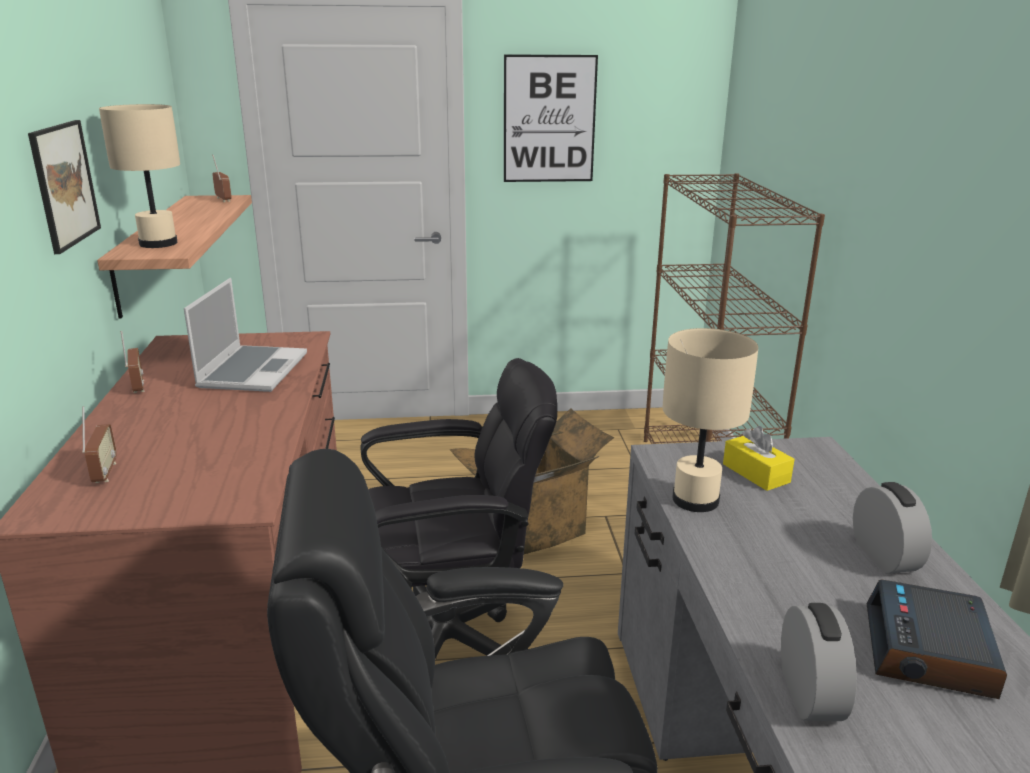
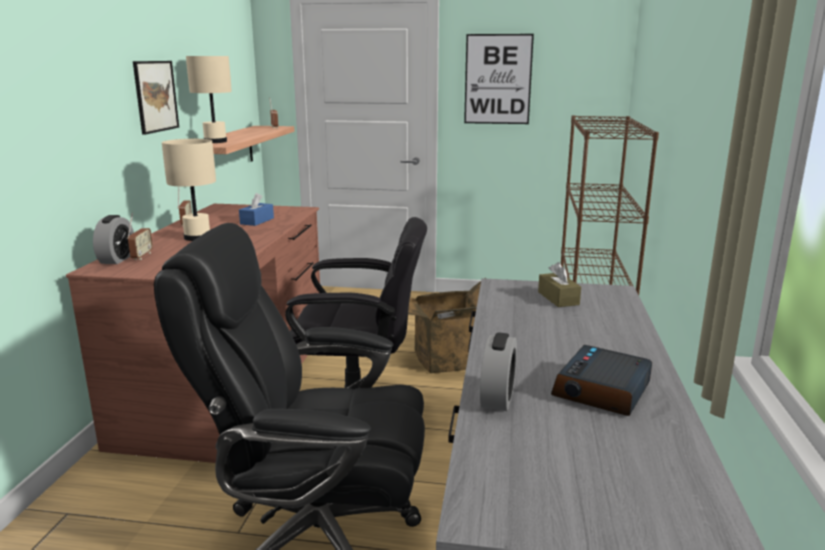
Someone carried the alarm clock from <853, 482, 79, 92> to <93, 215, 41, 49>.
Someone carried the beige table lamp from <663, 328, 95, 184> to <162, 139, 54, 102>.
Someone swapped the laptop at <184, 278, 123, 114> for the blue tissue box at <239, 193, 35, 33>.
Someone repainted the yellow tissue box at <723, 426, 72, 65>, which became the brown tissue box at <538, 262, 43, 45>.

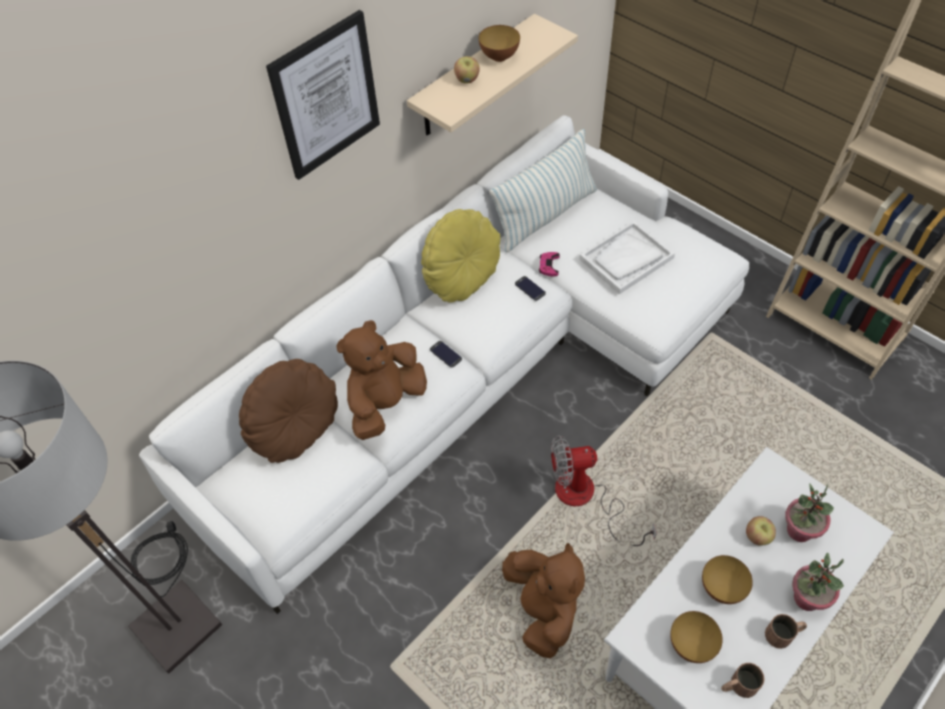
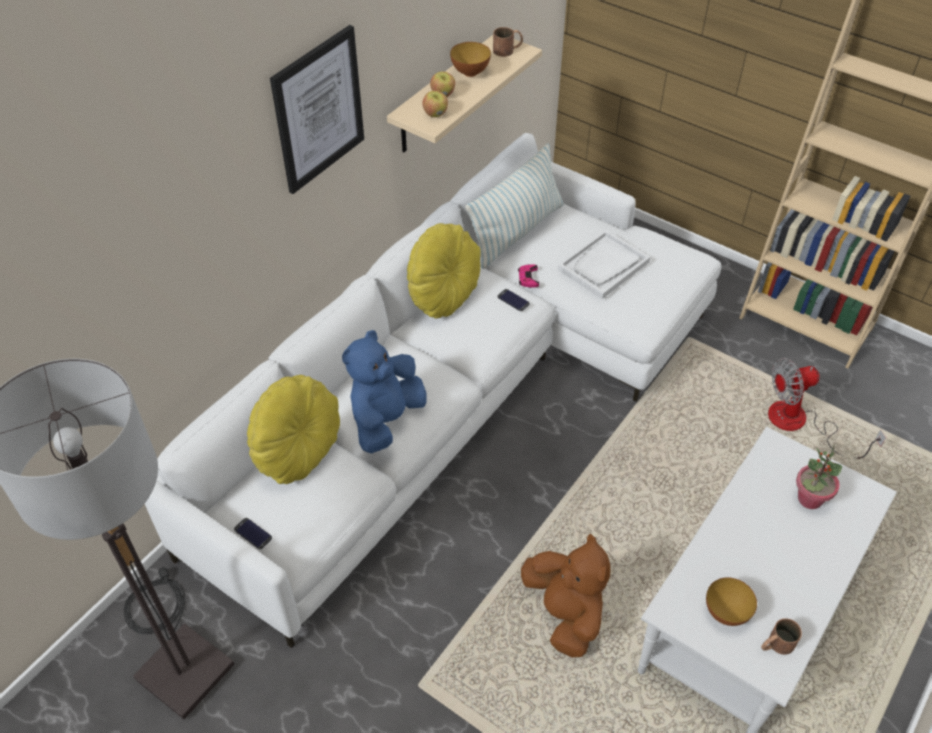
Someone carried the phone from <430, 341, 32, 27> to <234, 518, 38, 31>.
Someone repainted the brown pillow at <239, 359, 99, 104>, which became the yellow pillow at <247, 375, 93, 109>.
Someone repainted the brown plush toy at <336, 320, 91, 120>, which became the blue plush toy at <342, 330, 85, 124>.
Someone carried the apple from <746, 516, 30, 30> to <422, 91, 26, 26>.
Someone carried the brown mug from <765, 614, 42, 35> to <493, 27, 30, 30>.
Someone carried the fan from <551, 435, 106, 111> to <768, 358, 118, 101>.
Someone took away the bowl at <702, 555, 51, 49>.
Someone took away the potted plant at <792, 553, 52, 58>.

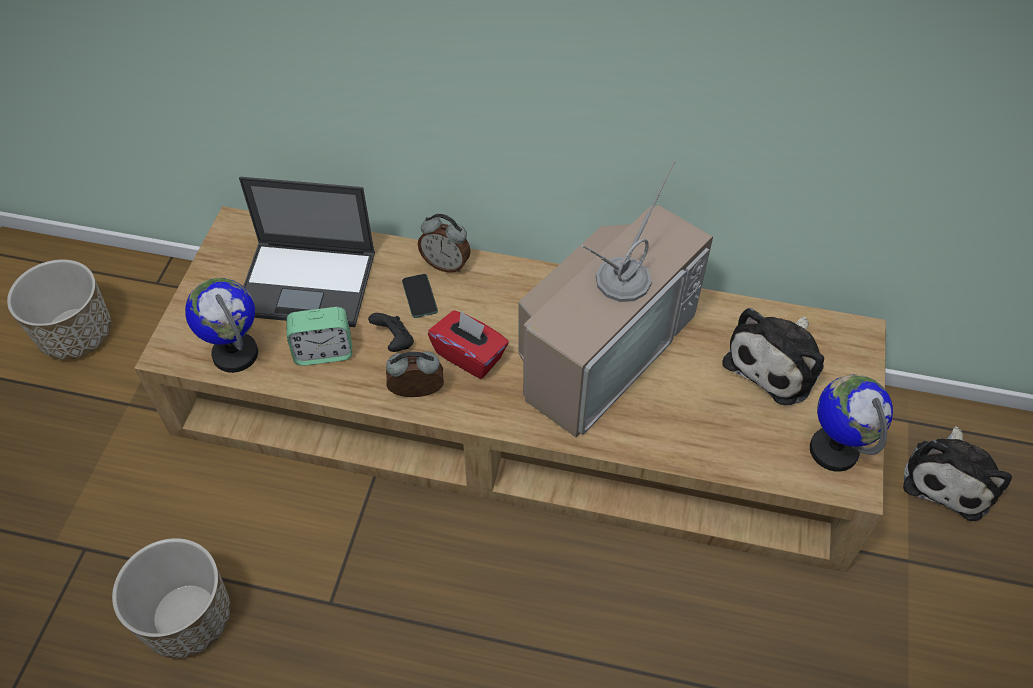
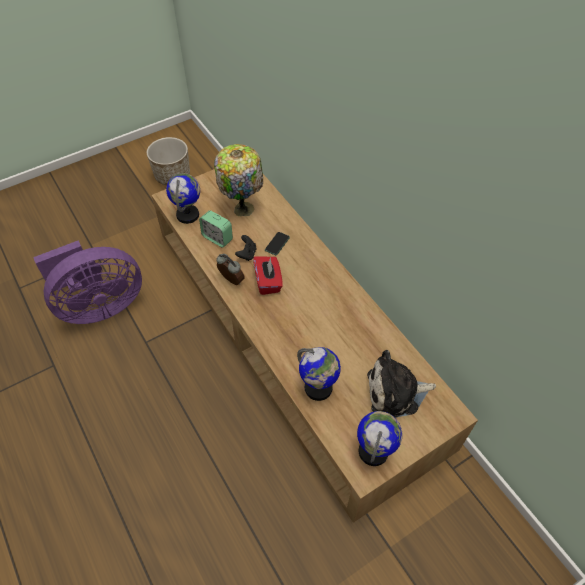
Someone swapped the planter at <112, 538, 118, 120> for the purple fan at <33, 240, 109, 84>.
Someone swapped the laptop at <239, 177, 136, 150> for the table lamp at <214, 144, 49, 72>.
Someone put down the globe at <297, 347, 44, 54>.
Someone took away the alarm clock at <418, 214, 53, 59>.
Someone took away the television at <518, 161, 195, 276>.
Someone took away the plush toy at <903, 426, 109, 95>.

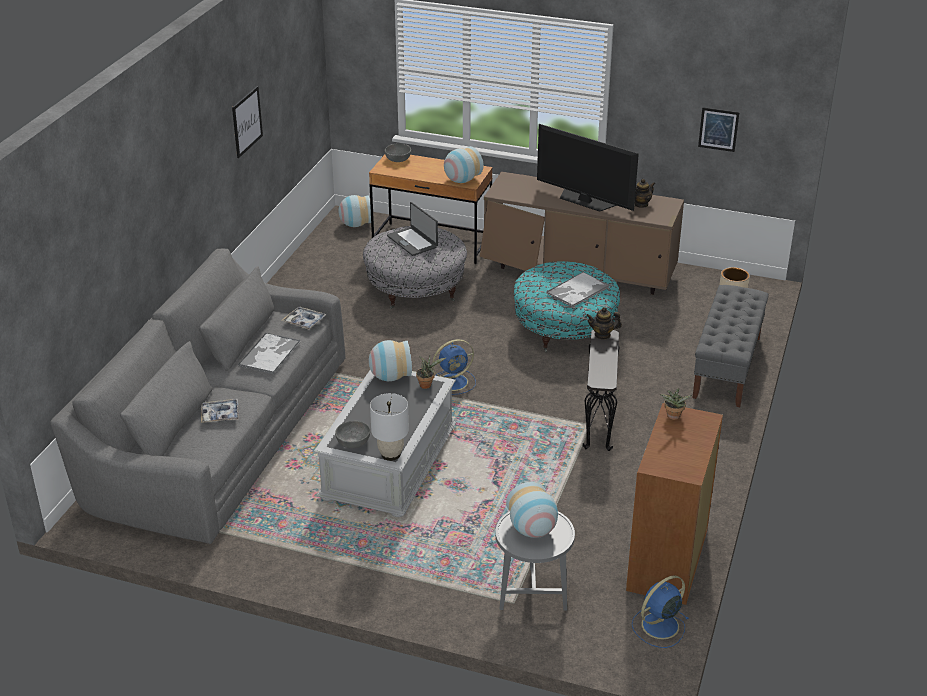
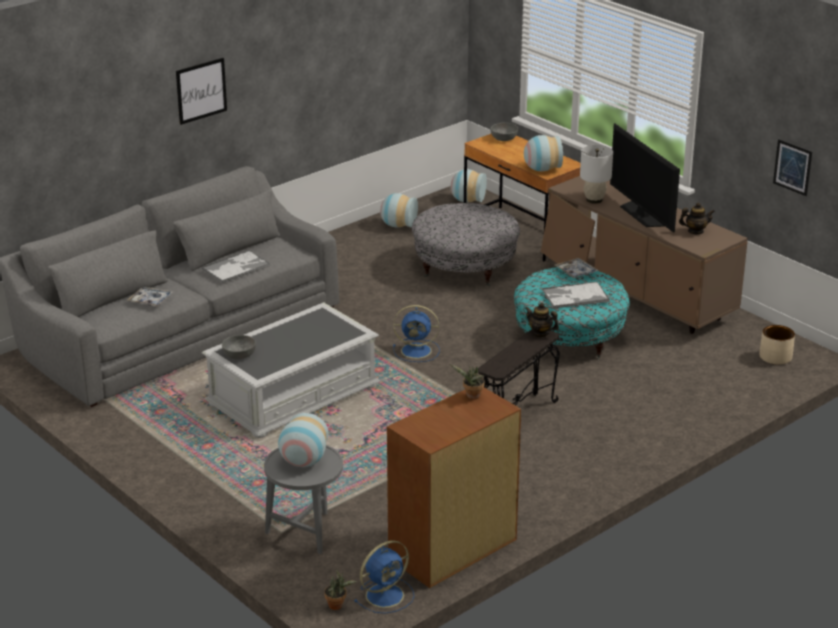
Someone carried the picture from <232, 86, 31, 72> to <176, 58, 51, 67>.
Someone carried the potted plant from <416, 356, 30, 33> to <324, 569, 33, 41>.
Someone rotated the blue fan at <632, 576, 57, 72> by 150 degrees clockwise.
Someone carried the vase from <369, 340, 43, 41> to <380, 193, 38, 35>.
Someone carried the tray from <281, 307, 46, 23> to <555, 258, 44, 20>.
Someone carried the white table lamp from <370, 393, 39, 68> to <580, 145, 33, 59>.
Someone took away the laptop at <387, 202, 51, 54>.
Someone took away the grey bench at <692, 285, 77, 122>.

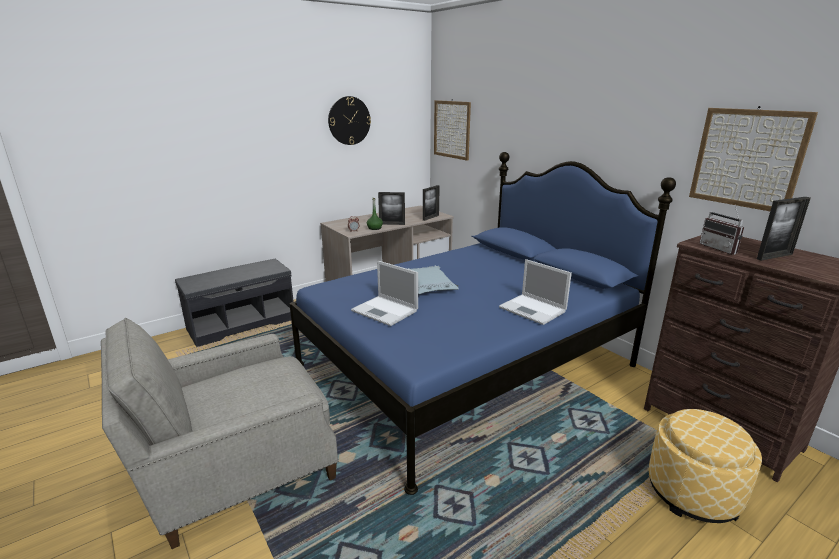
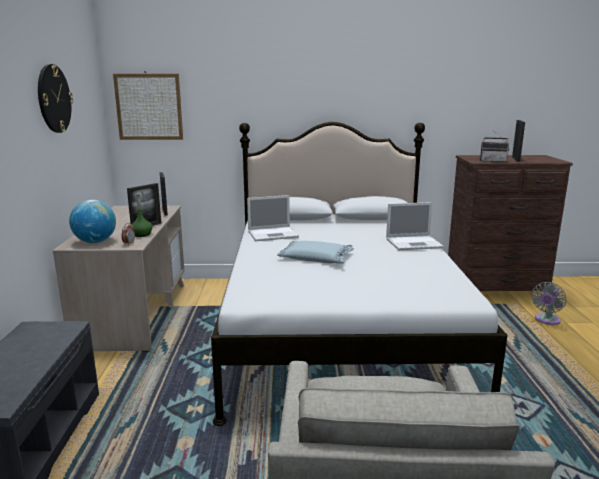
Someone put down the globe at <69, 200, 47, 43>.
Someone repainted the blue bed at <290, 152, 386, 343>, which became the white bed at <211, 122, 297, 304>.
Someone carried the laptop from <351, 260, 67, 66> to <247, 195, 52, 46>.
Someone swapped the ottoman at <648, 409, 114, 114> for the grey fan at <532, 282, 34, 43>.
Someone took away the picture at <689, 106, 129, 105>.

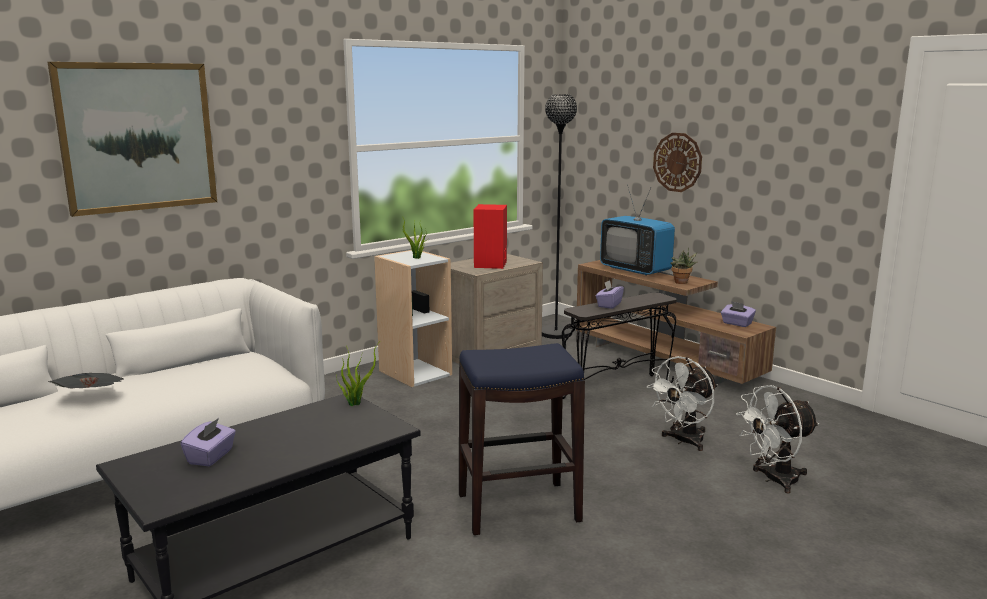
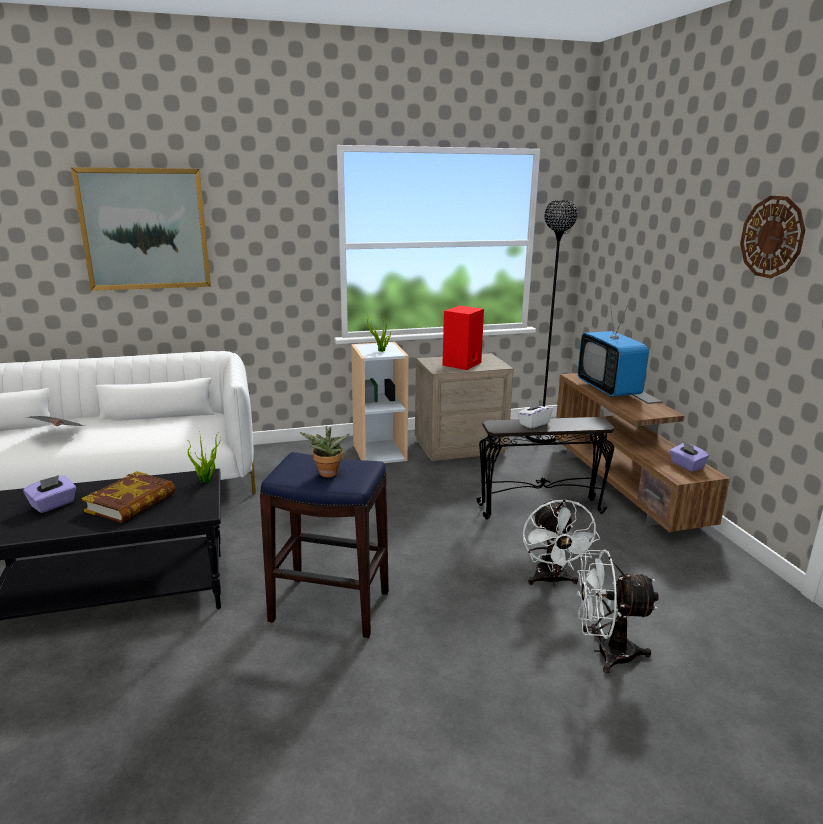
Someone put down the book at <82, 471, 93, 52>.
Someone carried the potted plant from <670, 248, 27, 36> to <299, 426, 51, 51>.
Someone repainted the purple tissue box at <596, 280, 28, 29>, which became the white tissue box at <517, 399, 36, 29>.
Someone rotated the white fan at <647, 356, 71, 95> by 75 degrees counterclockwise.
Someone carried the wall clock from <653, 133, 49, 59> to <740, 196, 65, 82>.

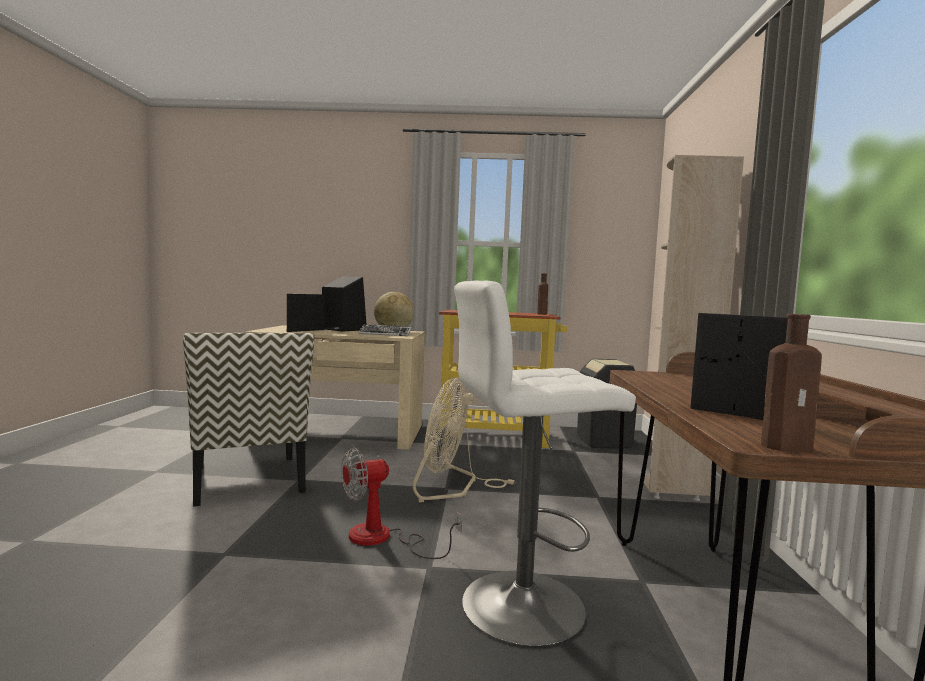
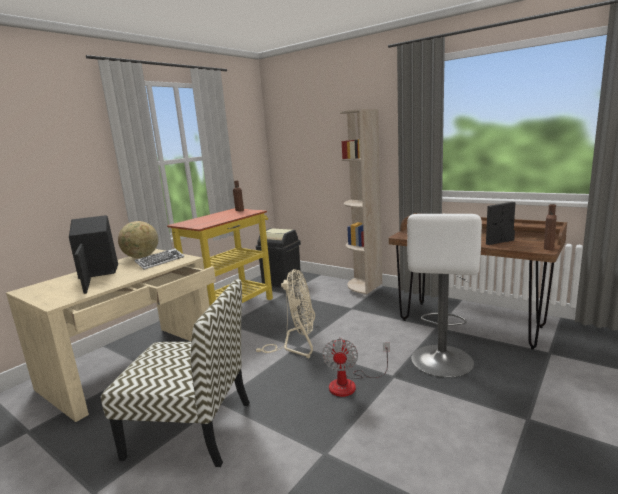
Someone rotated the beige fan at <413, 378, 102, 125> by 135 degrees counterclockwise.

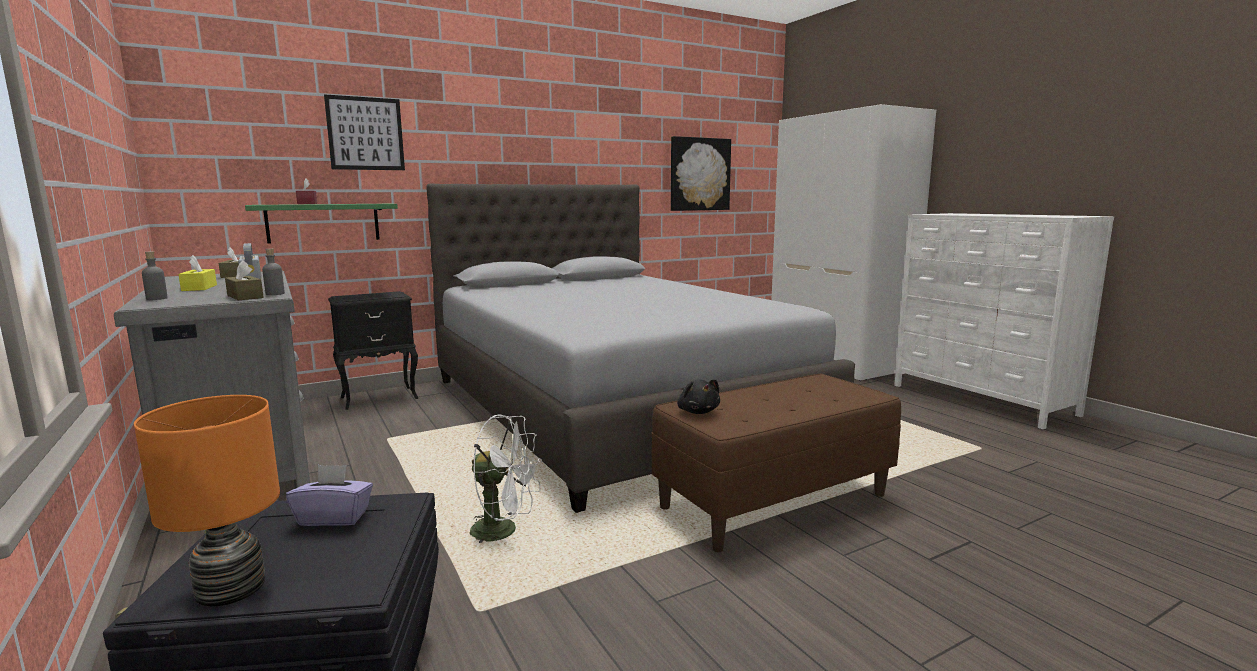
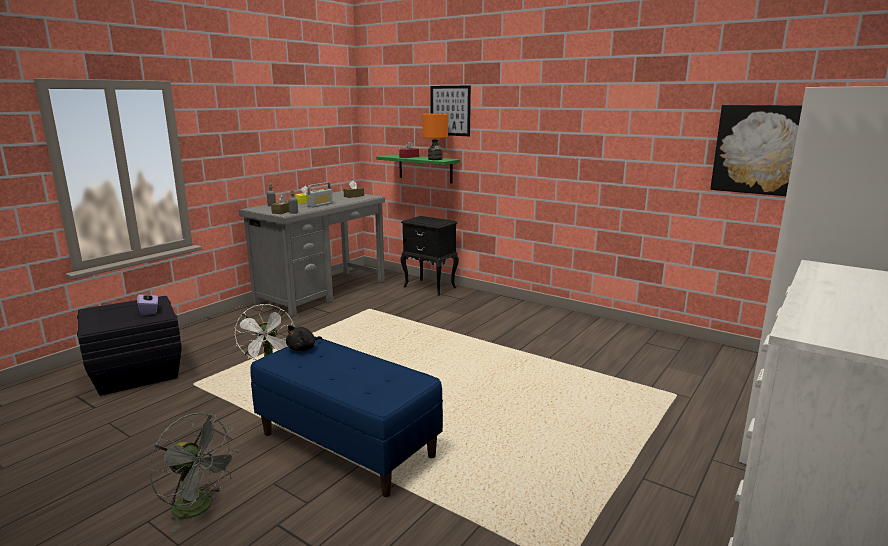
Someone put down the grey fan at <149, 413, 90, 119>.
Someone repainted the brown bench at <652, 374, 249, 178>, which became the blue bench at <250, 336, 193, 161>.
Someone carried the orange table lamp from <134, 395, 146, 212> to <422, 113, 26, 47>.
Someone took away the grey bed at <426, 184, 429, 329>.

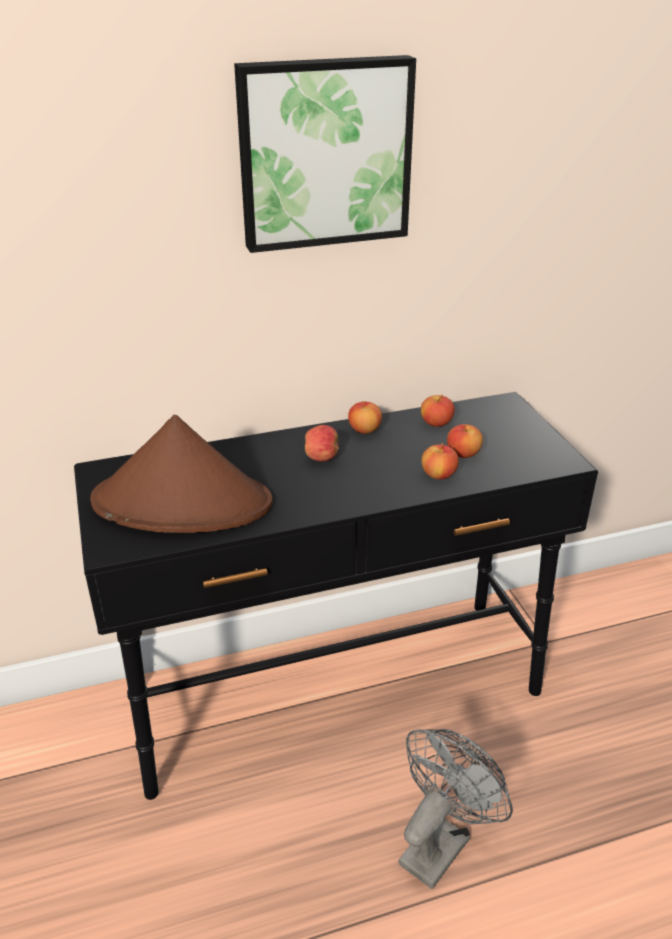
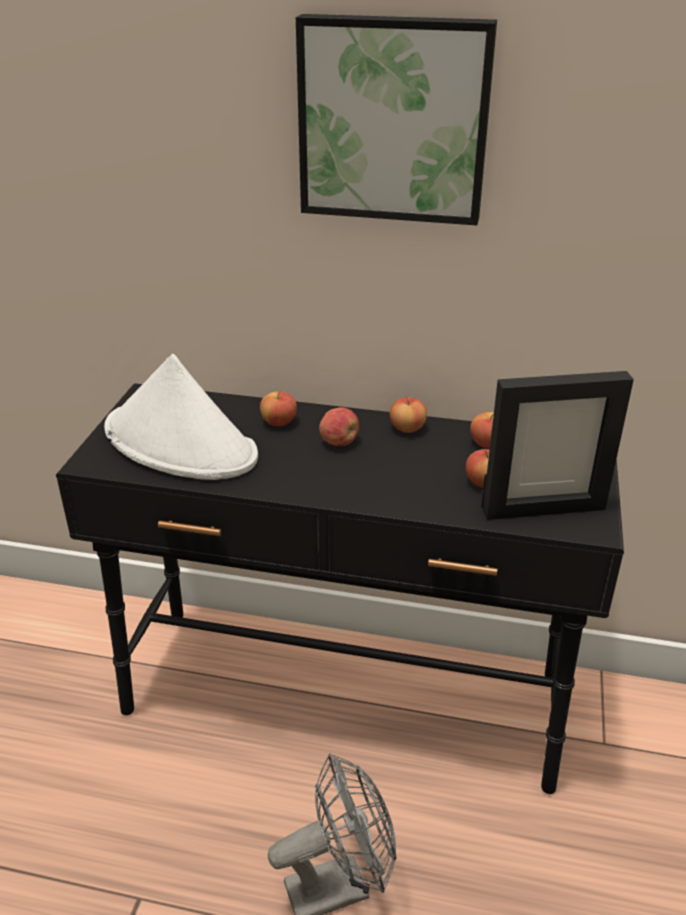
Someone repainted the brown hat at <90, 415, 183, 118>, which became the white hat at <104, 354, 154, 126>.
Someone carried the apple from <422, 443, 37, 37> to <260, 390, 37, 36>.
Someone put down the picture frame at <481, 371, 153, 149>.

